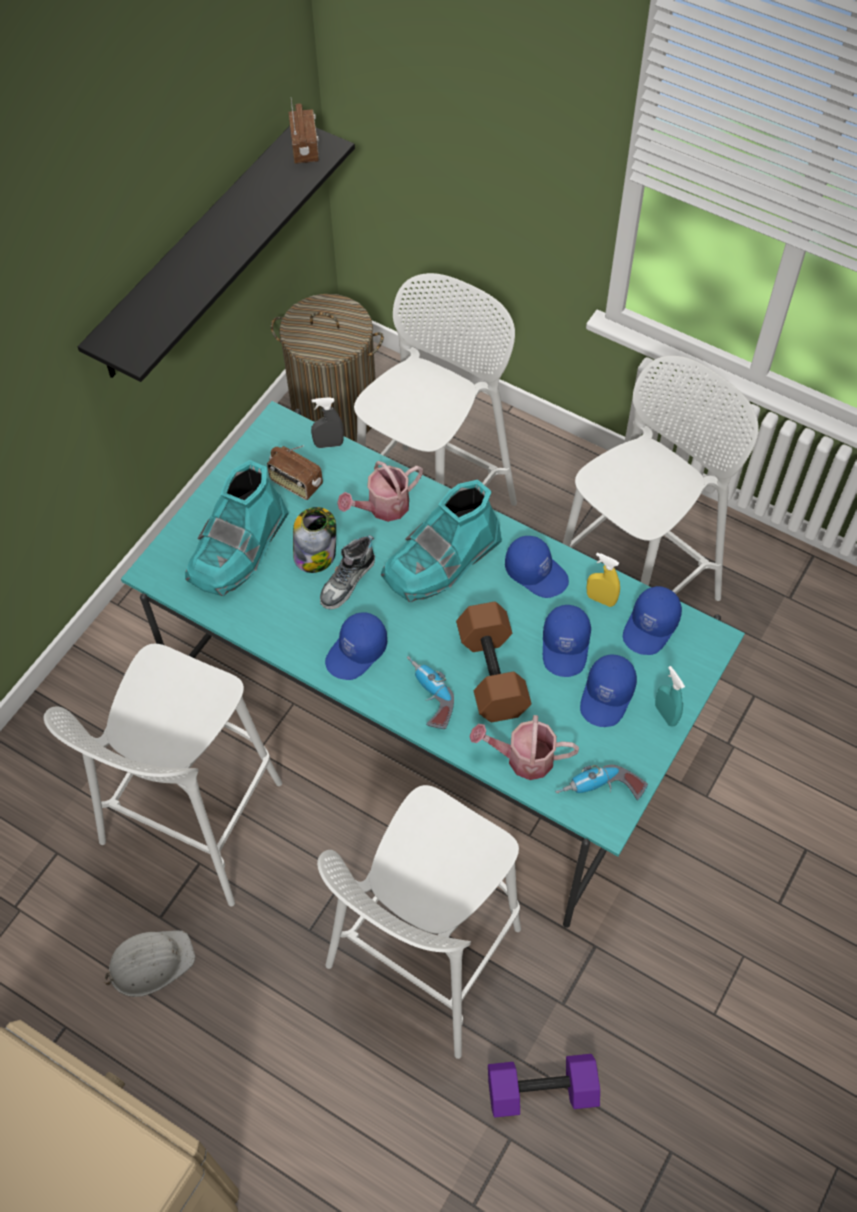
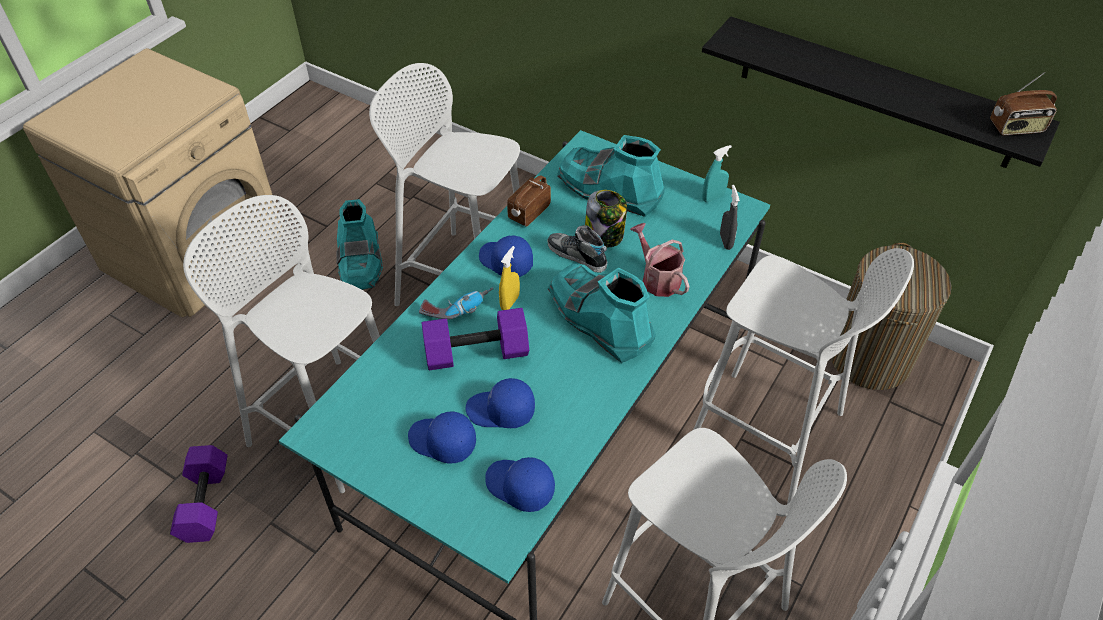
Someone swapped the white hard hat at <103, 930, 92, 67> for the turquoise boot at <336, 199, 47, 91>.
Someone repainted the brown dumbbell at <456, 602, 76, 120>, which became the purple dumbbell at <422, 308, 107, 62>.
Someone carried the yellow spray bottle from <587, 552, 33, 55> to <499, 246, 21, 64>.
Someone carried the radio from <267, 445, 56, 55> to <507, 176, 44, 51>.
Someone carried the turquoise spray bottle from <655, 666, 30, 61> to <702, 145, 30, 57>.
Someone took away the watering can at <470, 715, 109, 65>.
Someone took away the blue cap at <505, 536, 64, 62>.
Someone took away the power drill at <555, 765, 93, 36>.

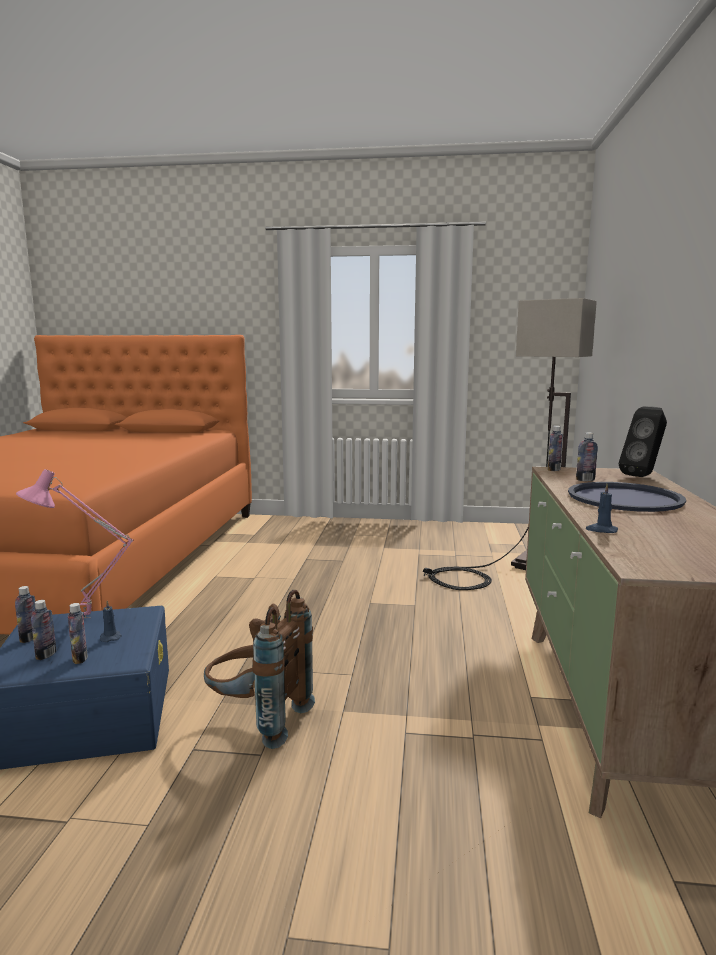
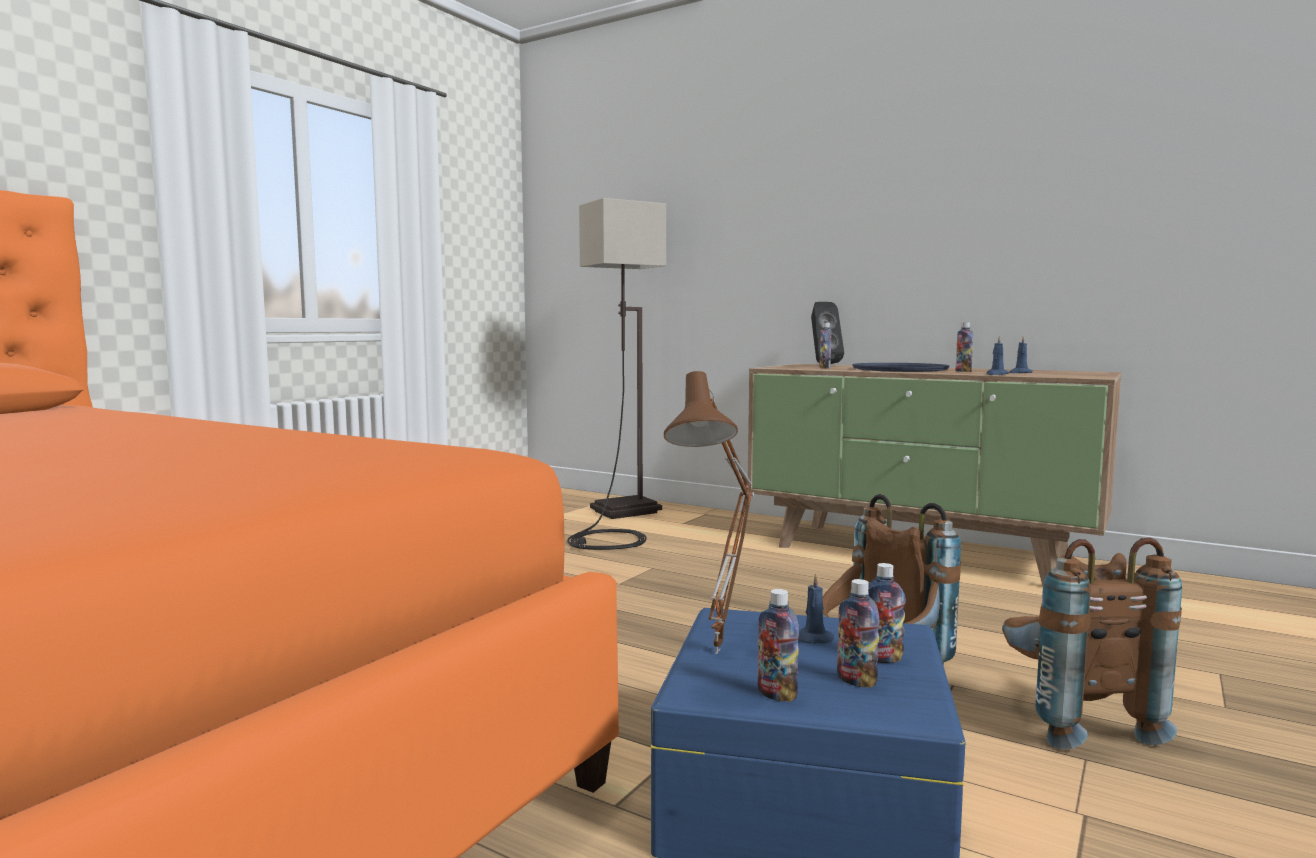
Someone repainted the pink table lamp at <16, 469, 118, 150>, which became the brown table lamp at <664, 371, 90, 283>.
Someone carried the bottle from <548, 426, 15, 45> to <956, 322, 17, 50>.
Someone put down the brown backpack at <1002, 537, 180, 213>.
Someone put down the blue candle at <1009, 336, 24, 37>.

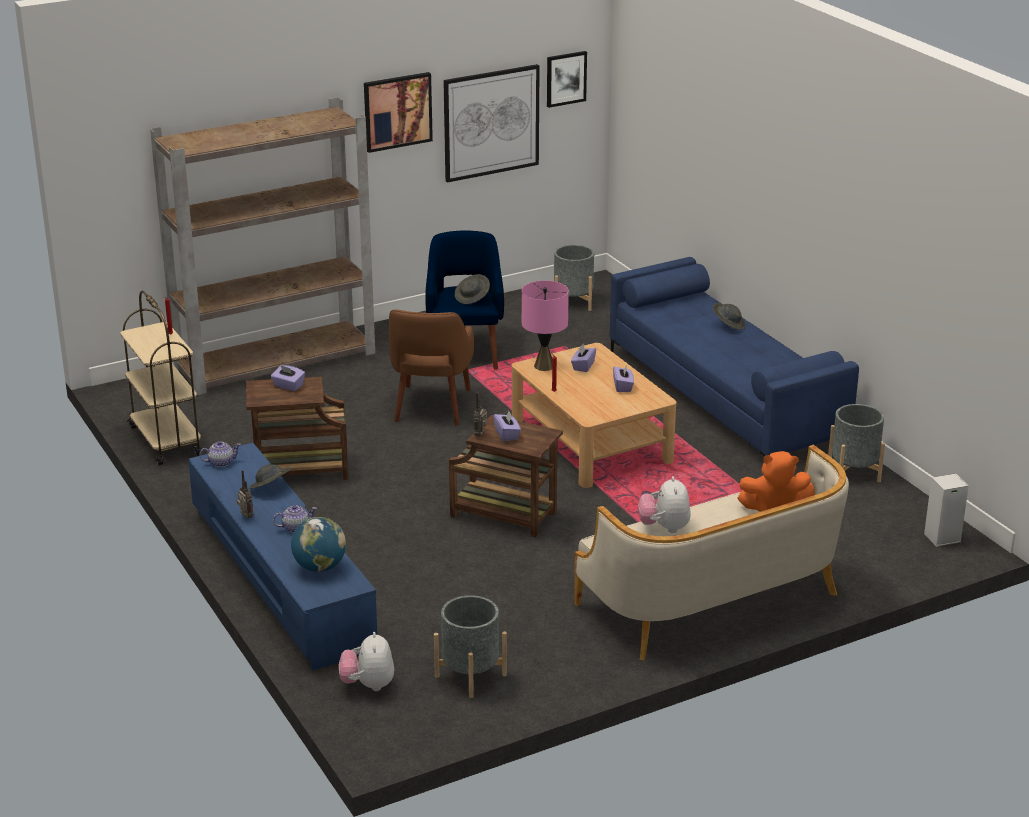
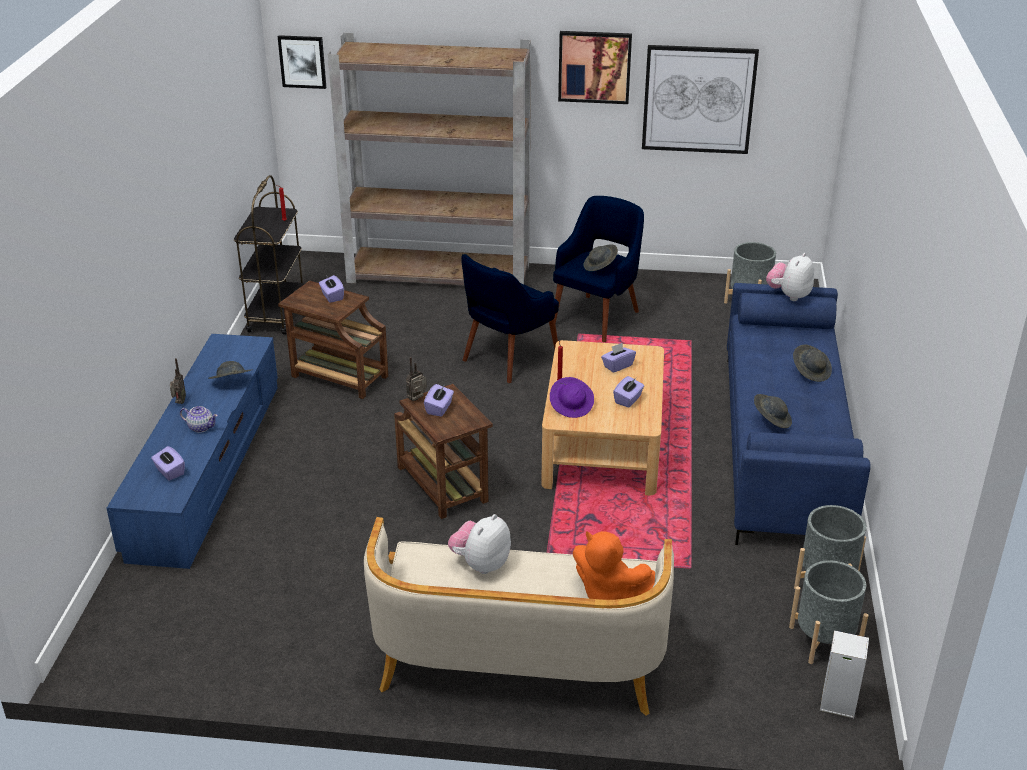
Someone swapped the globe at <291, 517, 55, 55> for the purple tissue box at <151, 446, 34, 35>.
Someone repainted the beige cart at <120, 291, 82, 174>, which became the black cart at <234, 175, 70, 160>.
Someone carried the picture from <547, 51, 40, 57> to <278, 35, 48, 54>.
Someone repainted the brown armchair at <389, 310, 85, 116>, which became the blue armchair at <461, 254, 98, 129>.
Someone put down the purple hat at <550, 377, 44, 41>.
Someone put down the grey hat at <754, 394, 38, 34>.
Someone carried the plush toy from <339, 632, 55, 59> to <766, 253, 48, 48>.
Someone carried the grey planter from <434, 595, 73, 103> to <789, 560, 80, 104>.
Someone took away the teapot at <199, 441, 42, 26>.
Someone took away the pink table lamp at <522, 280, 47, 91>.

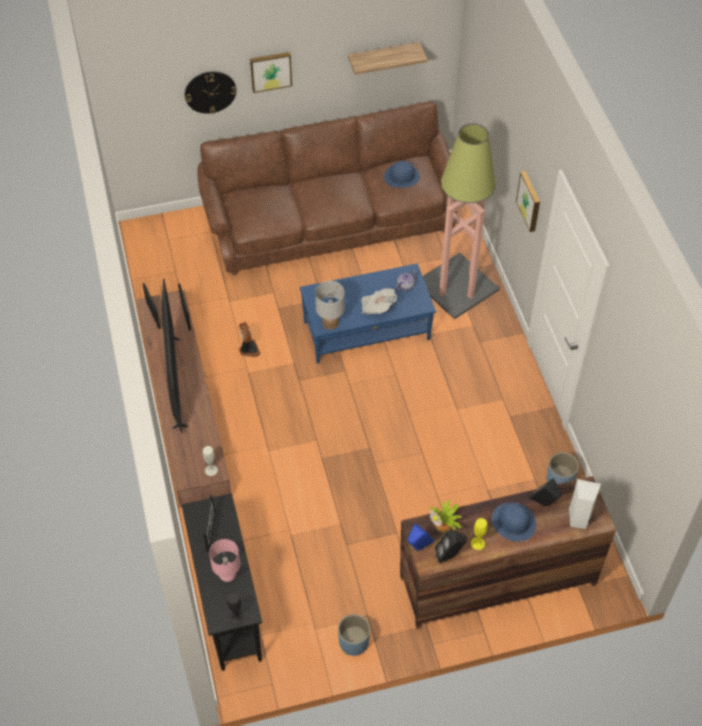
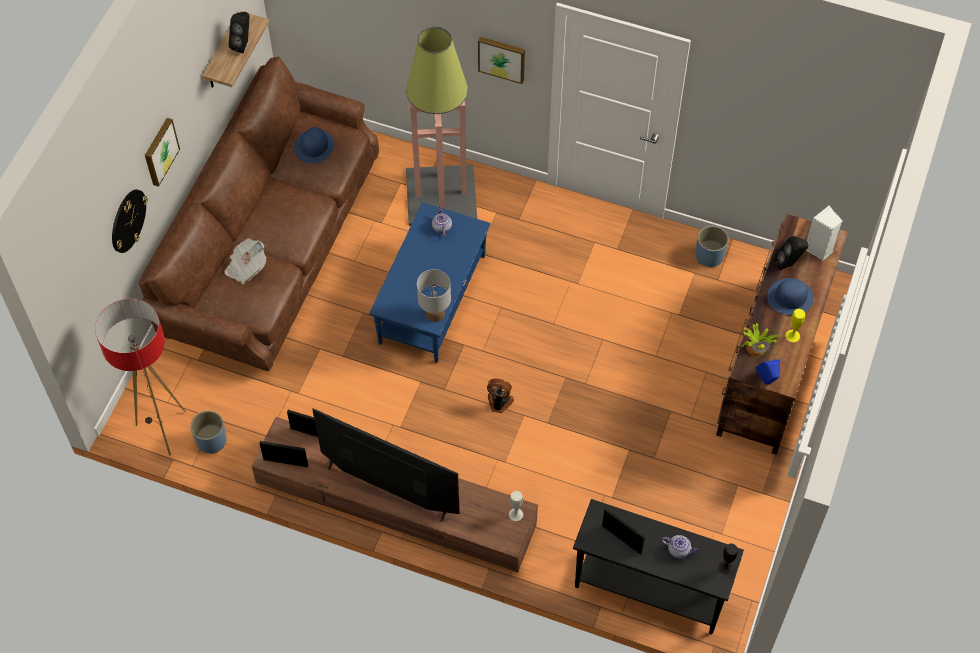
Someone put down the floor lamp at <95, 299, 91, 156>.
Someone carried the blue planter from <338, 614, 32, 42> to <190, 411, 37, 43>.
Someone carried the newspaper from <362, 288, 35, 26> to <224, 238, 42, 46>.
Someone carried the black speaker from <435, 530, 32, 33> to <229, 12, 21, 41>.
Someone carried the fan from <239, 322, 22, 35> to <487, 379, 27, 34>.
Someone swapped the pink table lamp at <209, 539, 31, 43> for the teapot at <662, 535, 37, 24>.

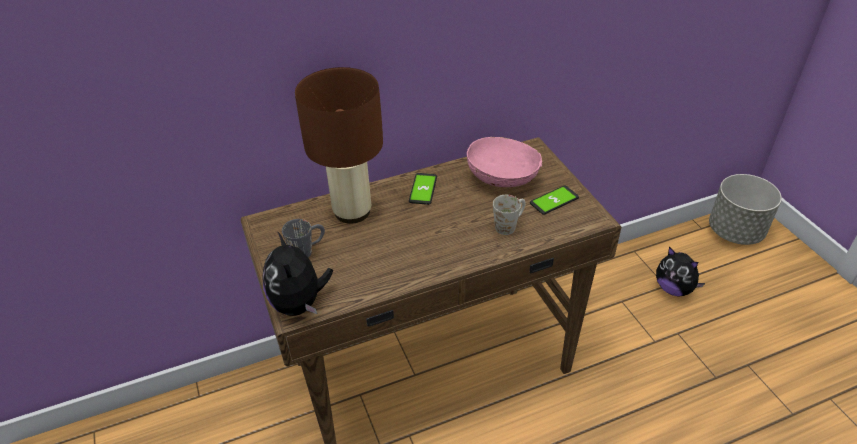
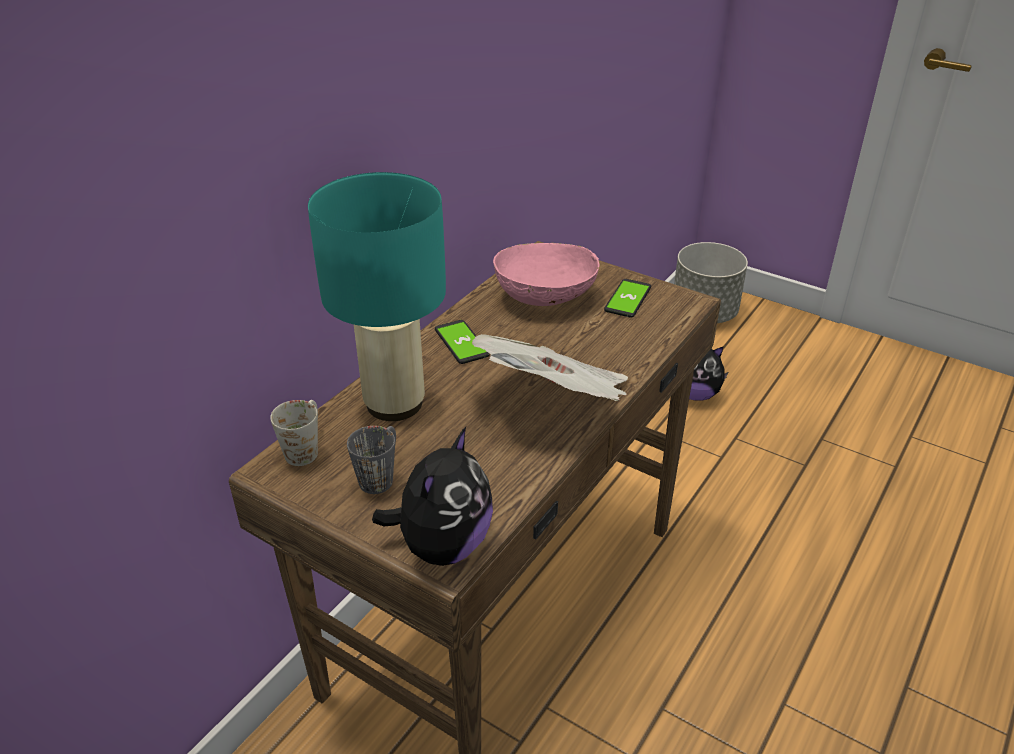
Someone carried the white mug from <493, 195, 33, 40> to <270, 400, 48, 66>.
Someone repainted the brown table lamp at <295, 67, 88, 157>, which became the turquoise table lamp at <308, 172, 138, 249>.
Someone rotated the plush toy at <262, 231, 71, 85> by 105 degrees counterclockwise.
Someone put down the newspaper at <472, 334, 156, 67>.

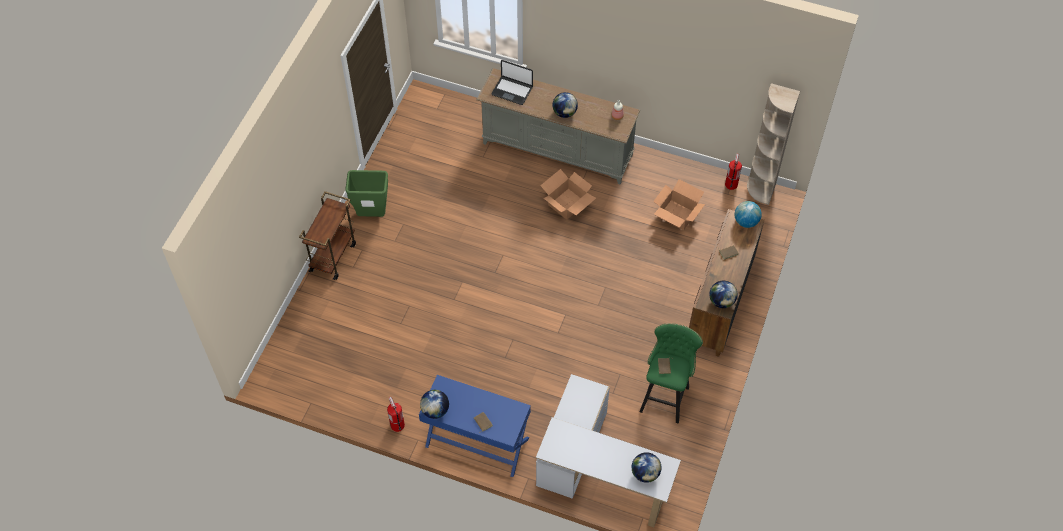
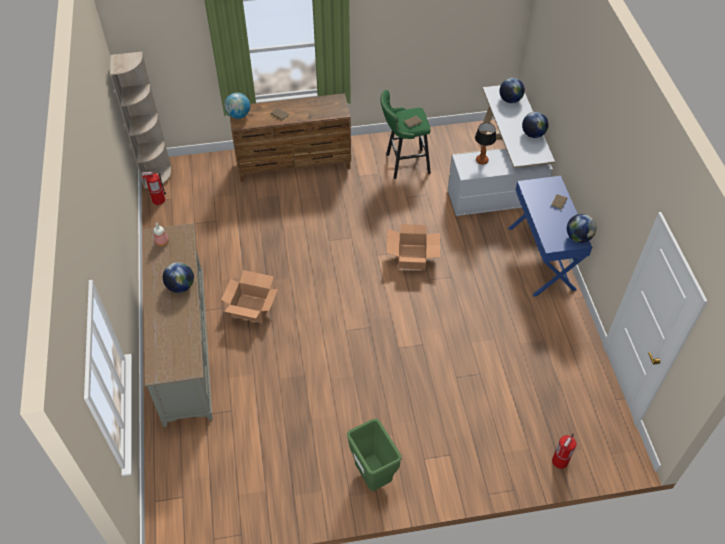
Someone carried the cardboard box from <654, 179, 51, 51> to <386, 224, 54, 46>.
Someone put down the table lamp at <475, 123, 21, 42>.
Someone carried the globe from <709, 281, 29, 27> to <522, 112, 27, 26>.
Someone carried the fire extinguisher from <387, 397, 18, 35> to <552, 433, 24, 36>.
Someone took away the brown cart at <299, 191, 57, 89>.
Someone took away the laptop at <492, 60, 41, 45>.

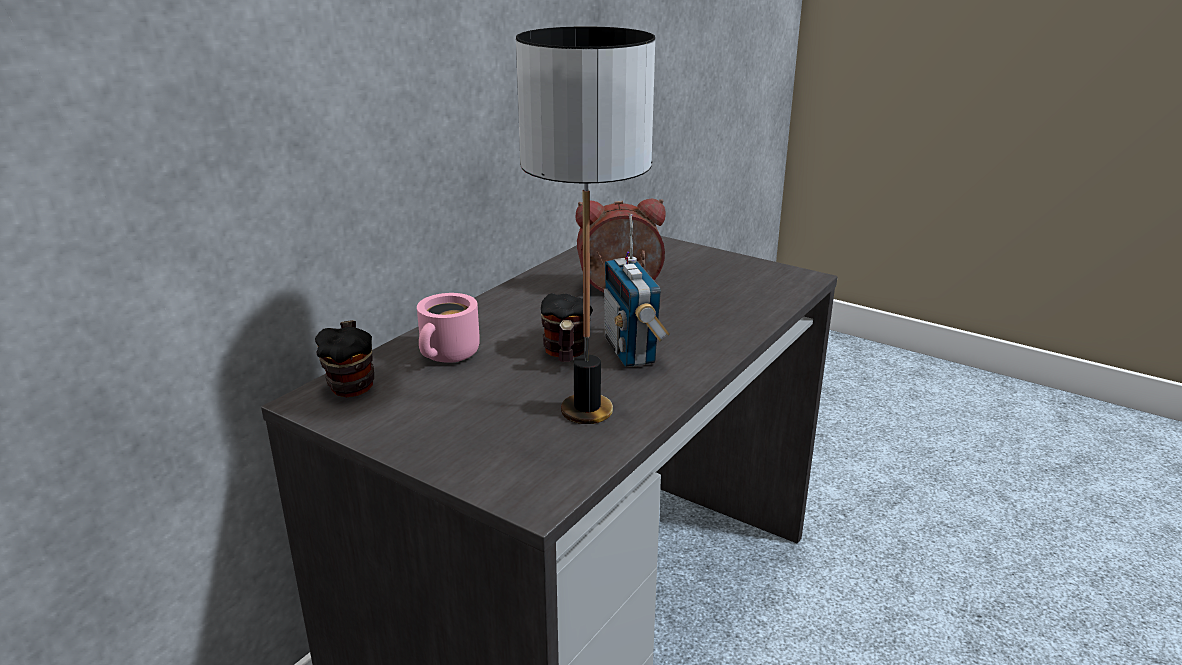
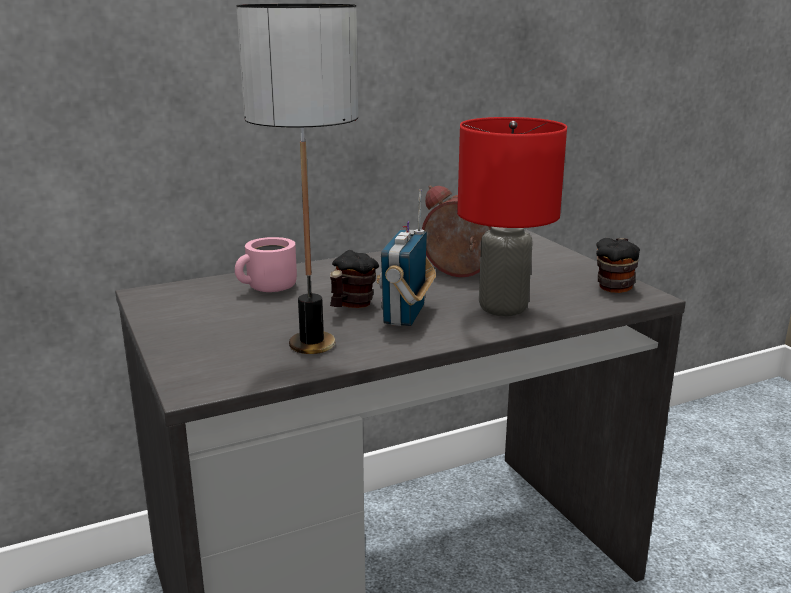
Someone put down the red table lamp at <457, 117, 110, 199>.
Someone carried the mug from <315, 320, 59, 77> to <596, 238, 44, 55>.

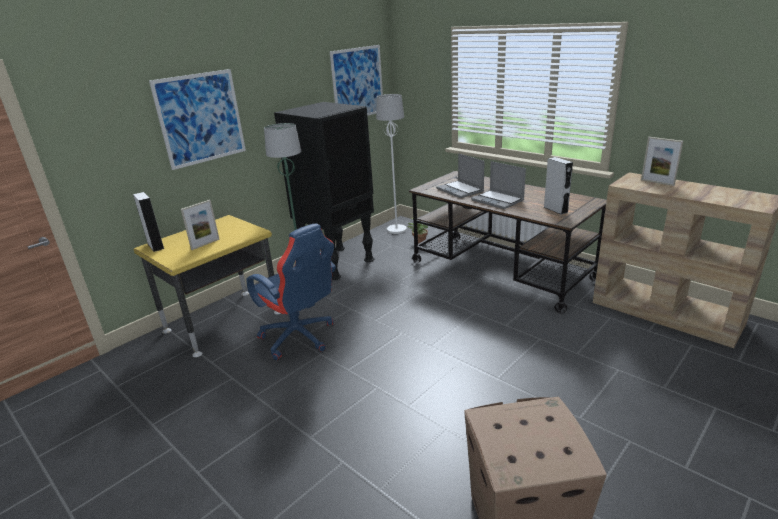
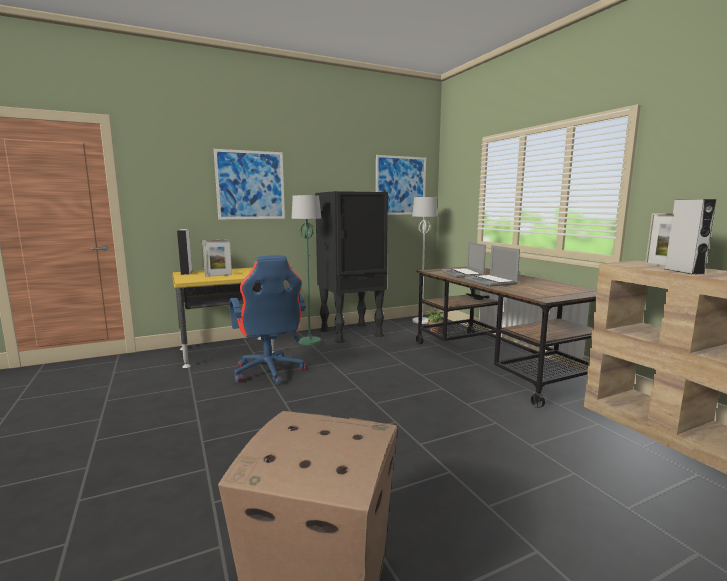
Someone carried the grey speaker from <544, 157, 29, 58> to <665, 199, 51, 75>.

